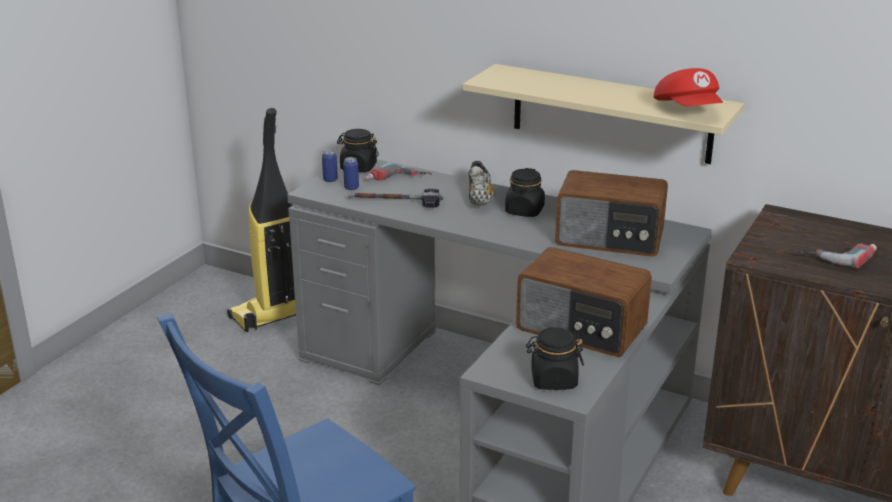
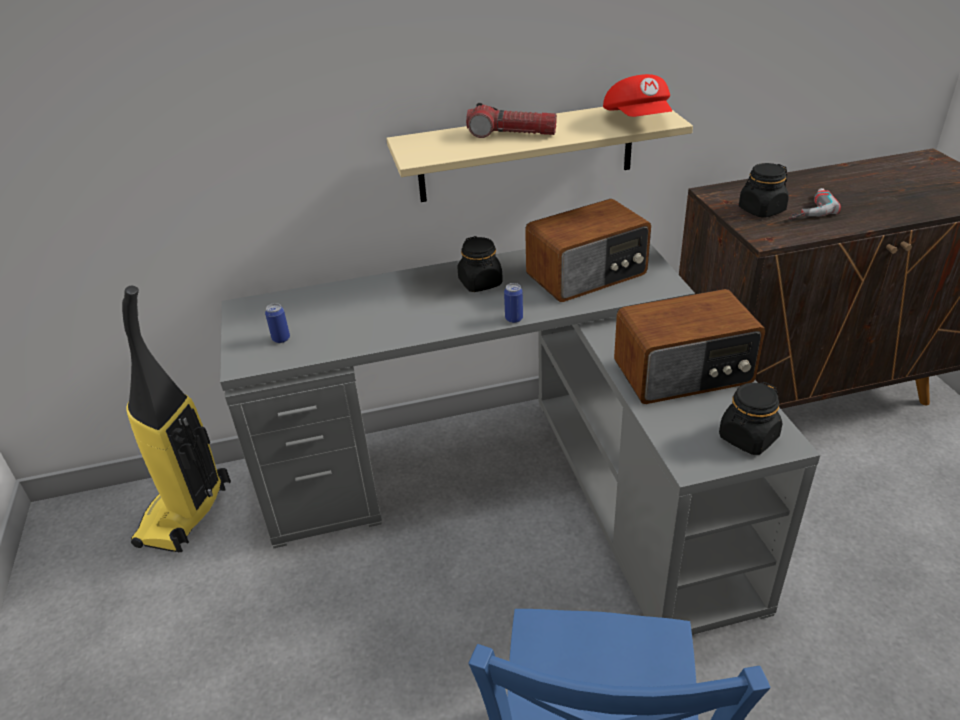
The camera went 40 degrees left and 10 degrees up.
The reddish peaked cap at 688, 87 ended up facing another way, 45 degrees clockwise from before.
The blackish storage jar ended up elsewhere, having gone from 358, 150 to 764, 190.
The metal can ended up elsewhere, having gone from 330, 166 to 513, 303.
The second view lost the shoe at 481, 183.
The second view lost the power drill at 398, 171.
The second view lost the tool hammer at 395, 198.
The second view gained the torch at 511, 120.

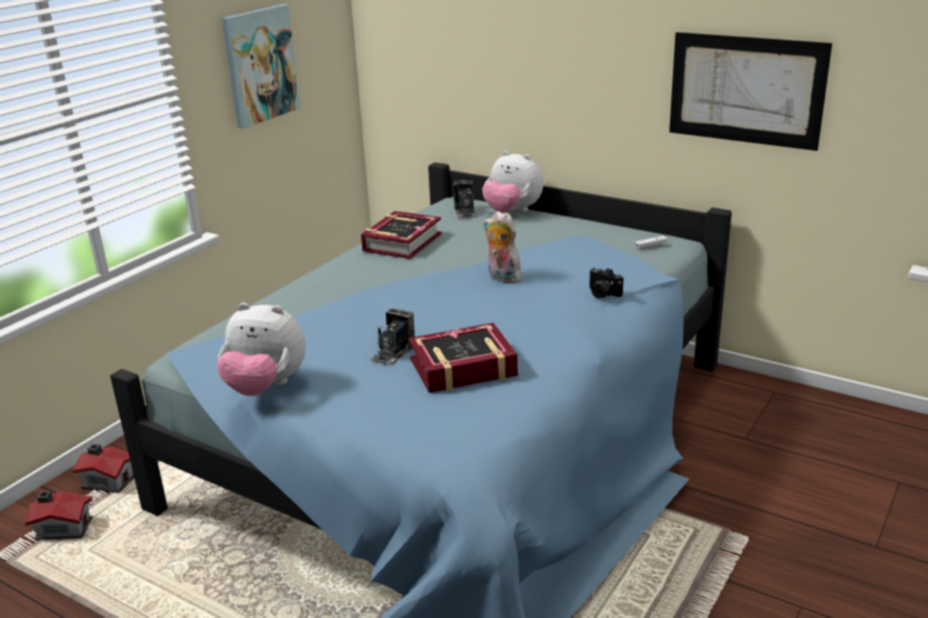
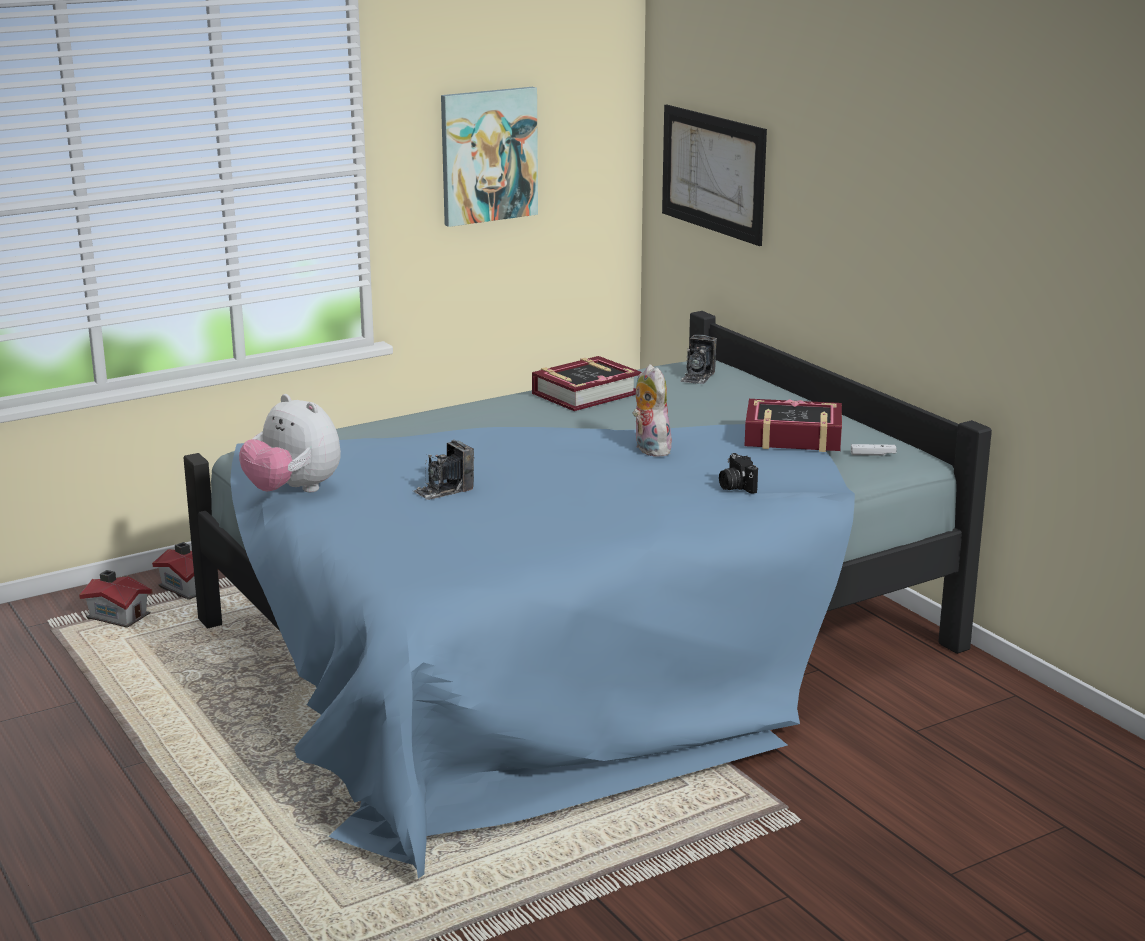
The camera went 25 degrees right and 5 degrees down.
The wall picture ended up elsewhere, having gone from 750, 91 to 714, 175.
The second view lost the cuddly toy at 512, 182.
The volume ended up elsewhere, having gone from 463, 358 to 793, 425.

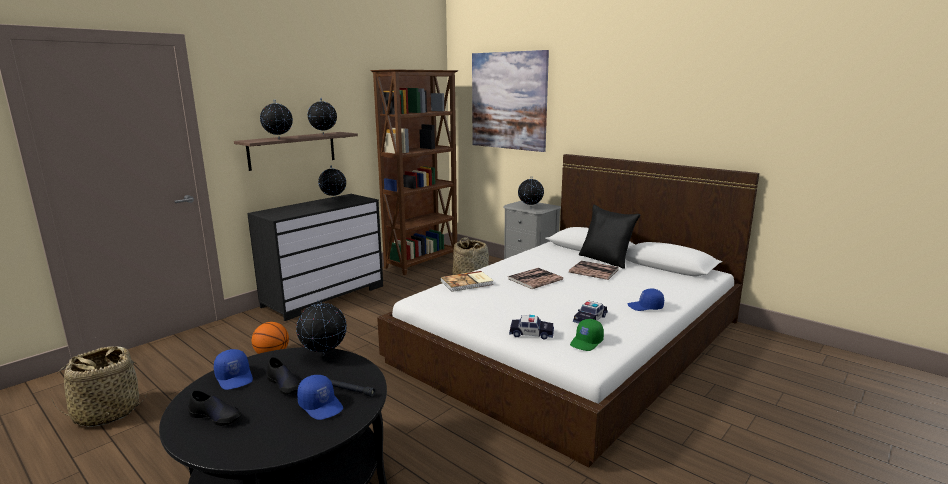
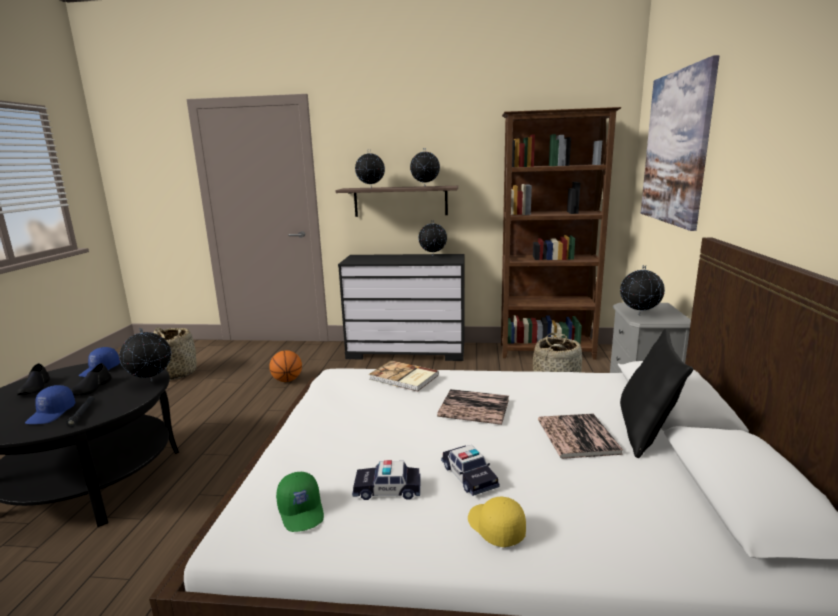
The camera went 55 degrees right and 0 degrees up.
What was the bluish peaked cap at 646, 299 turned into the yellow peaked cap at 497, 521.
The model car ended up elsewhere, having gone from 531, 327 to 470, 470.
The green-coloured peaked cap at 587, 335 ended up facing another way, 120 degrees counterclockwise from before.

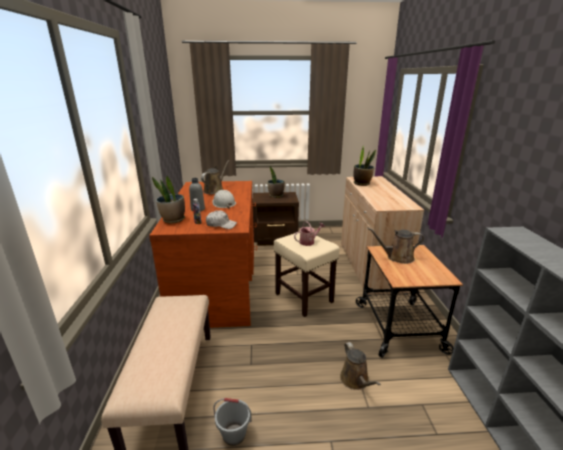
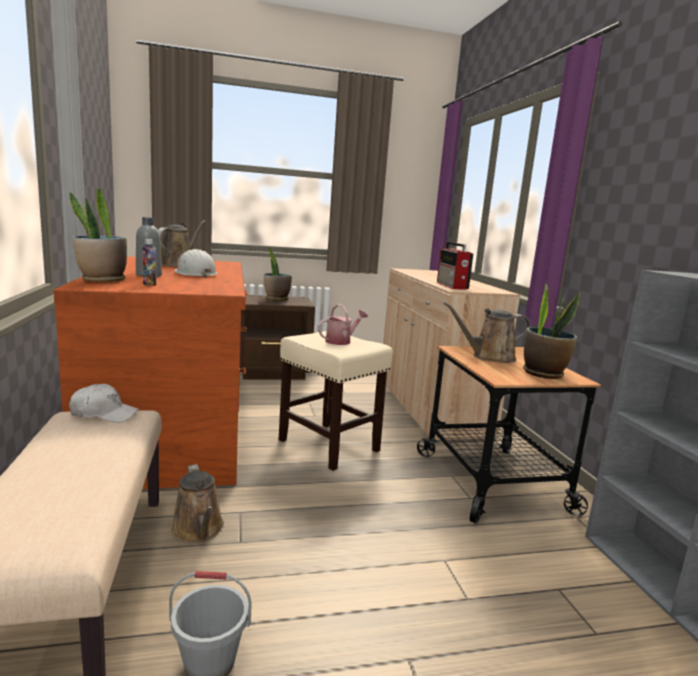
The camera went 10 degrees left and 10 degrees down.
The potted plant ended up elsewhere, having gone from 364, 166 to 551, 331.
The white-coloured peaked cap ended up elsewhere, having gone from 221, 219 to 104, 403.
The brown-coloured watering can ended up elsewhere, having gone from 360, 366 to 197, 503.
The second view gained the radio at 455, 266.

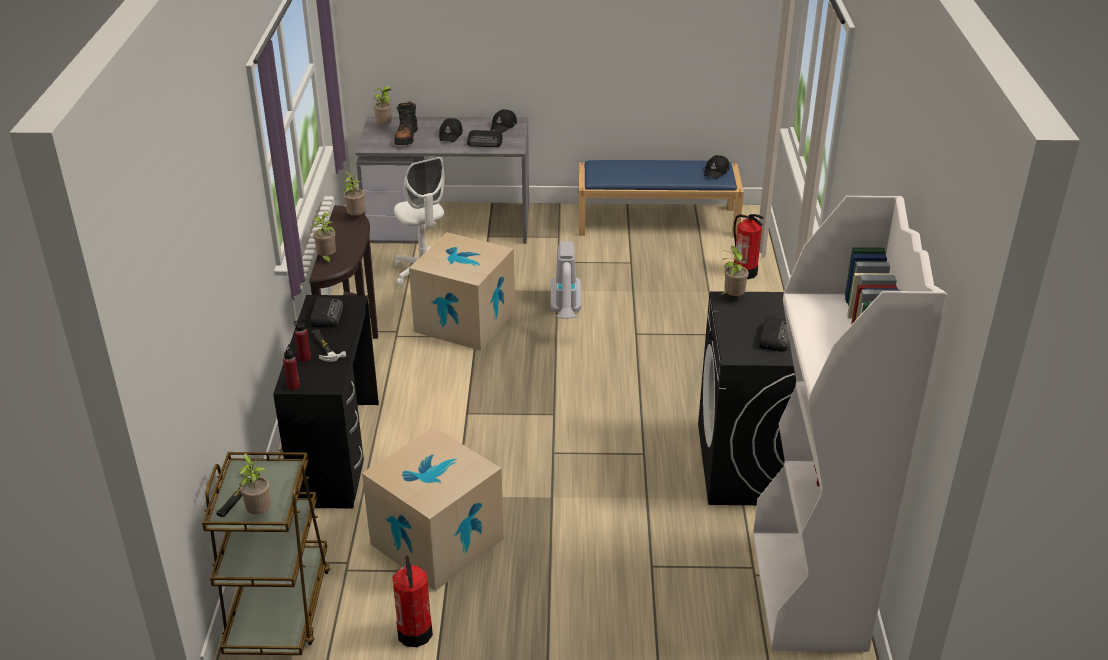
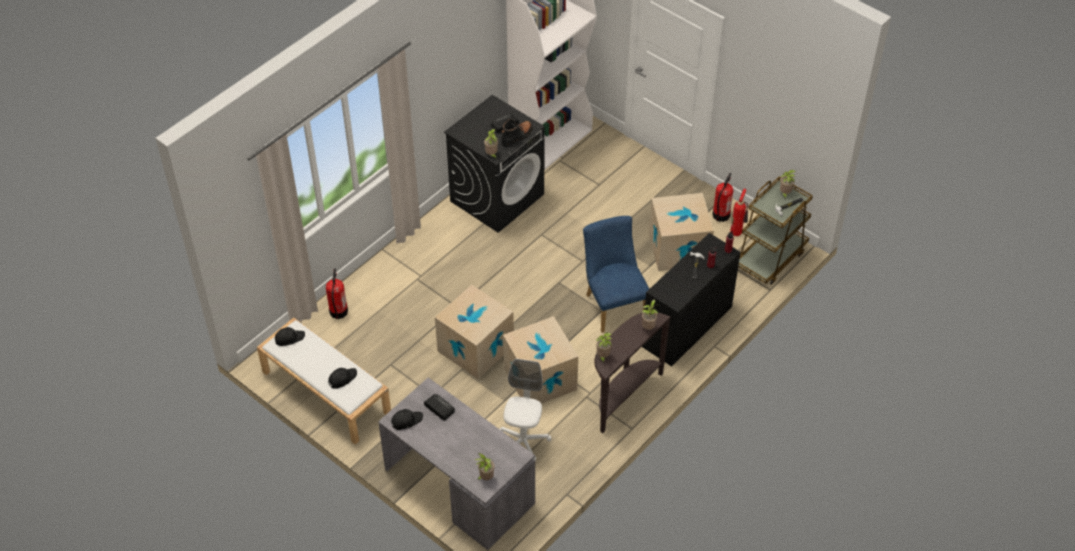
The camera went 140 degrees left and 15 degrees up.
The blackish high-top boot ended up elsewhere, having gone from 406, 123 to 517, 133.
The blackish peaked cap ended up elsewhere, having gone from 451, 130 to 342, 378.
What was the bluish bench at 661, 198 turned into the white-coloured bench at 324, 381.
Where the hoover stood at 566, 279, the carton came to stand at 474, 332.
The second view lost the radio at 327, 312.
The second view gained the fire extinguisher at 739, 212.
The second view gained the bluish plain chair at 616, 274.

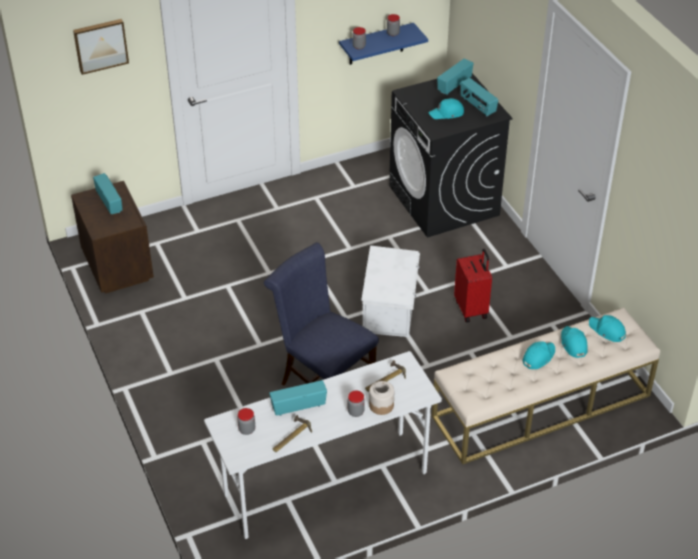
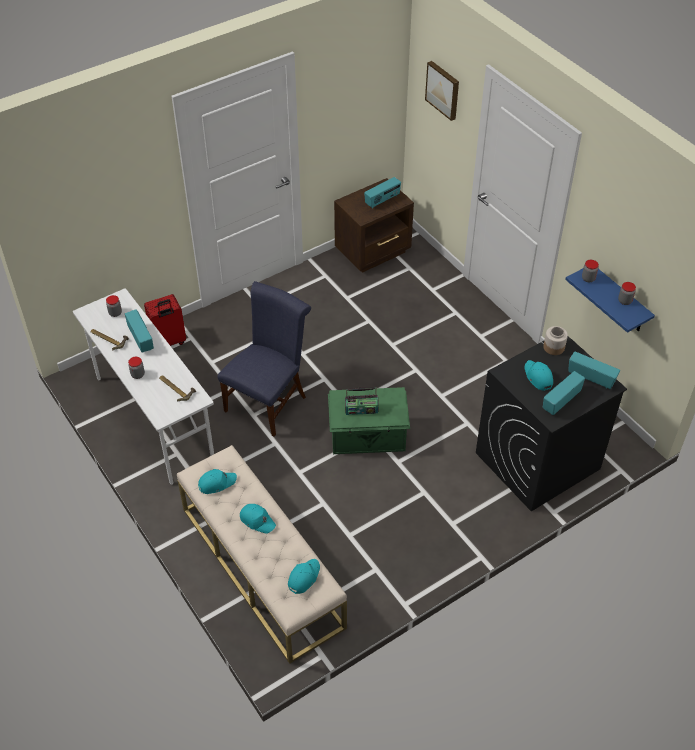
The camera went 80 degrees right and 5 degrees up.
What was the white-coloured storage bin at 390, 291 turned into the green-coloured storage bin at 369, 420.
The reddish suitcase ended up elsewhere, having gone from 473, 285 to 165, 320.
The blue-green peaked cap ended up elsewhere, having gone from 574, 342 to 217, 481.
The storage jar ended up elsewhere, having gone from 381, 398 to 555, 340.
The second view gained the radio at 362, 401.

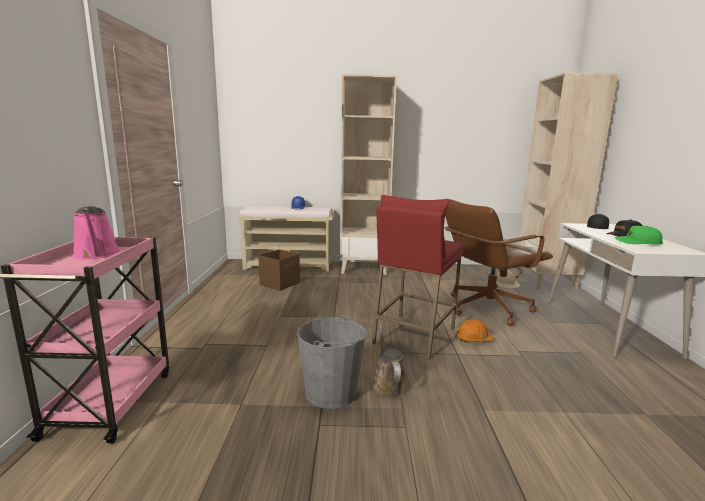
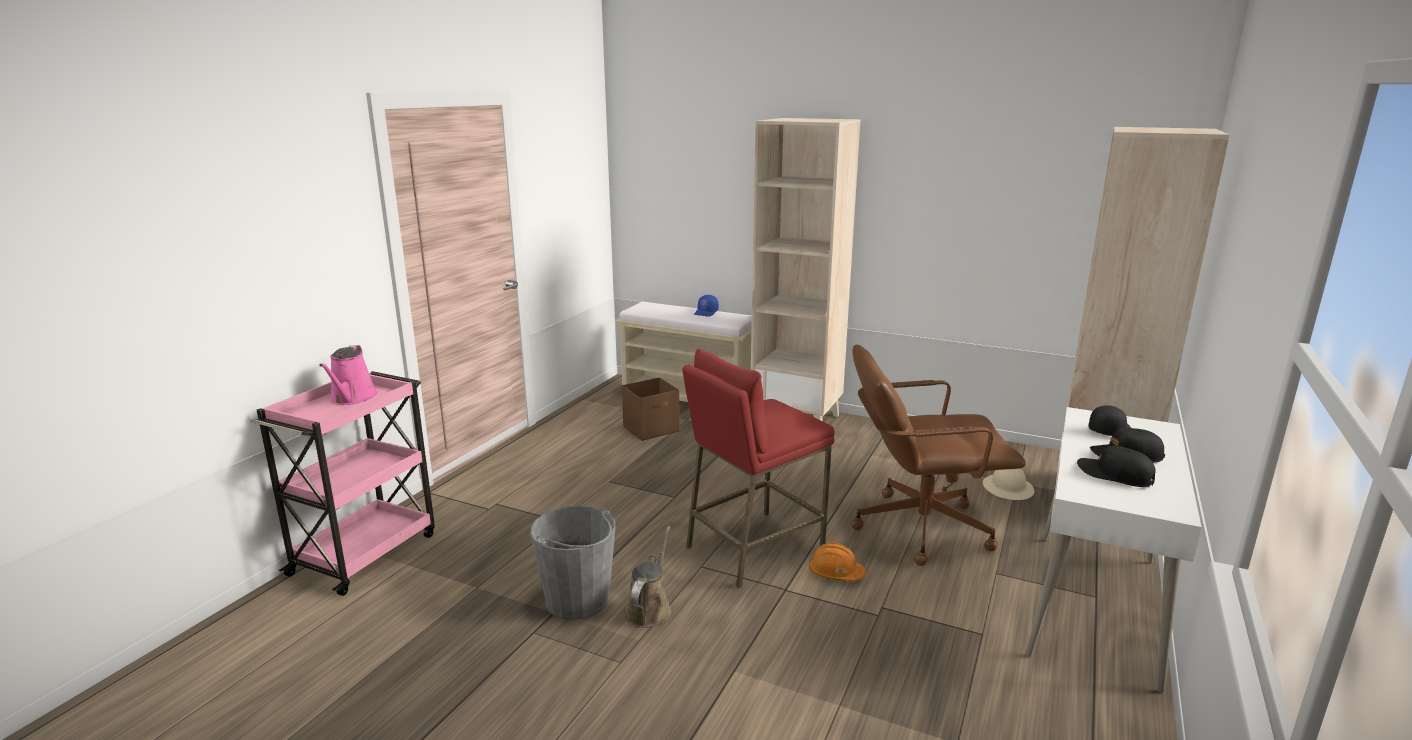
The camera went 25 degrees right and 5 degrees up.
What was the green-coloured peaked cap at 638, 235 turned into the blackish peaked cap at 1116, 466.

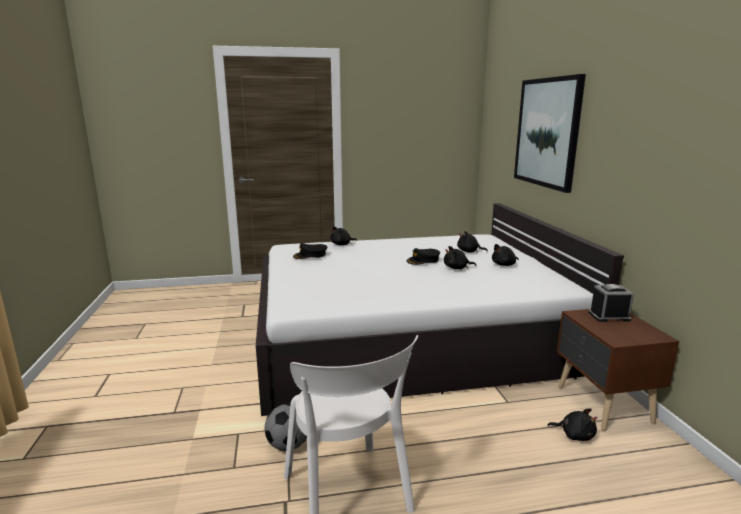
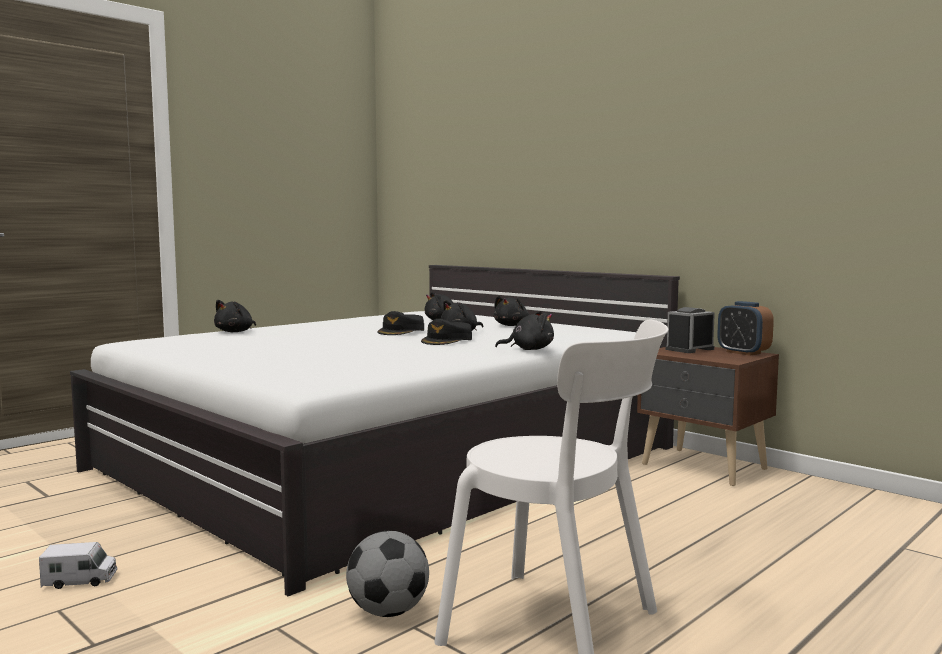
The camera went 35 degrees left and 10 degrees down.
The second view lost the wall picture at 550, 133.
The blackish peaked cap ended up elsewhere, having gone from 310, 251 to 446, 332.
The blackish cuddly toy ended up elsewhere, having gone from 572, 424 to 524, 330.
The second view gained the alarm clock at 745, 328.
The second view gained the toy lorry at 78, 565.

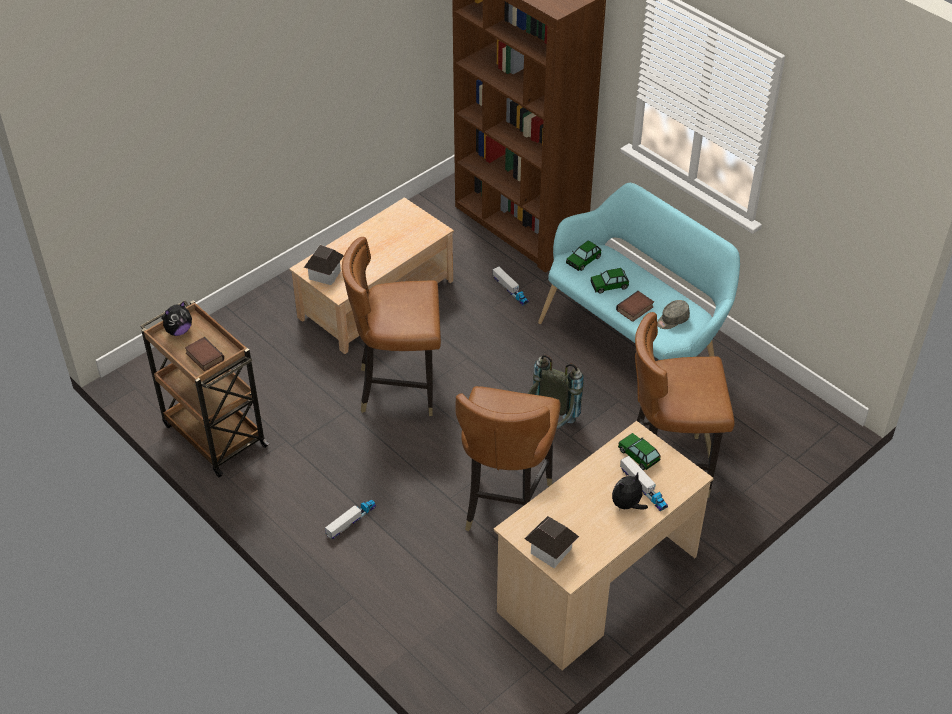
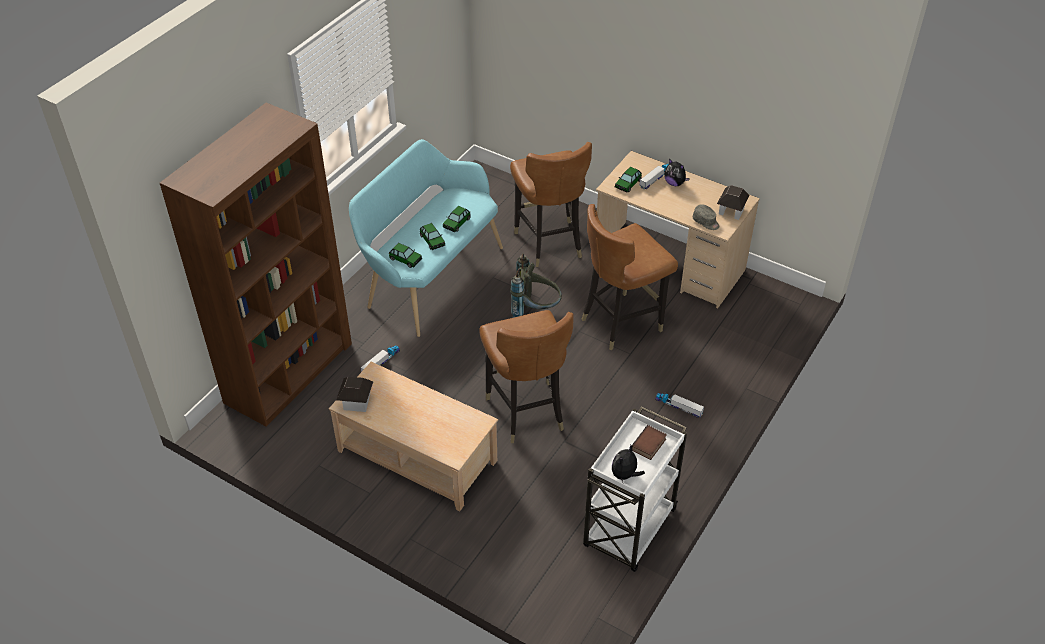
The camera went 105 degrees left and 0 degrees up.
The miniature house ended up elsewhere, having gone from 324, 265 to 354, 394.
Where the volume stood at 635, 306, the model car came to stand at 457, 219.
What was the brown-coloured trolley at 204, 388 turned into the white-coloured trolley at 635, 489.
The gray peaked cap ended up elsewhere, having gone from 673, 314 to 706, 217.
The cuddly toy at 176, 318 ended up facing another way, 90 degrees counterclockwise from before.
The brown-coloured plain chair at 508, 458 ended up facing another way, 150 degrees clockwise from before.

